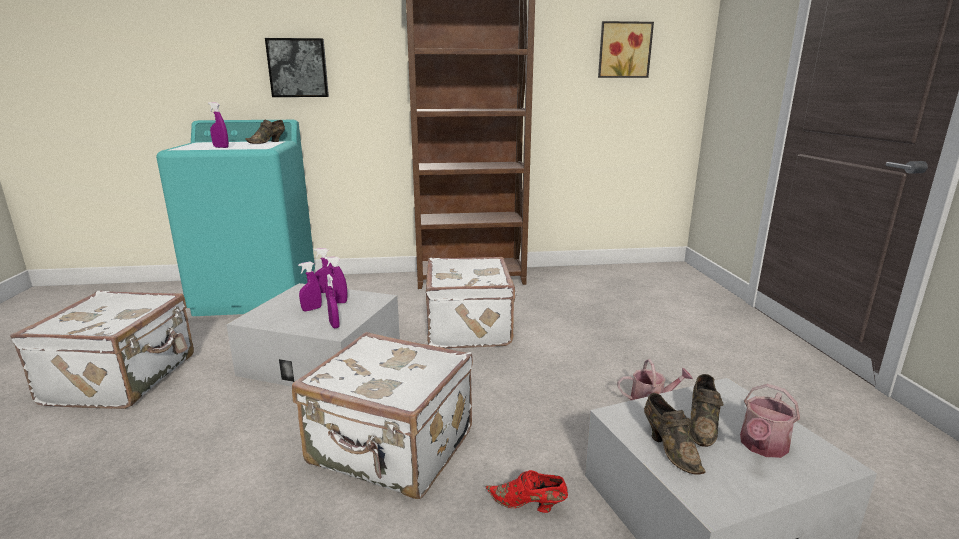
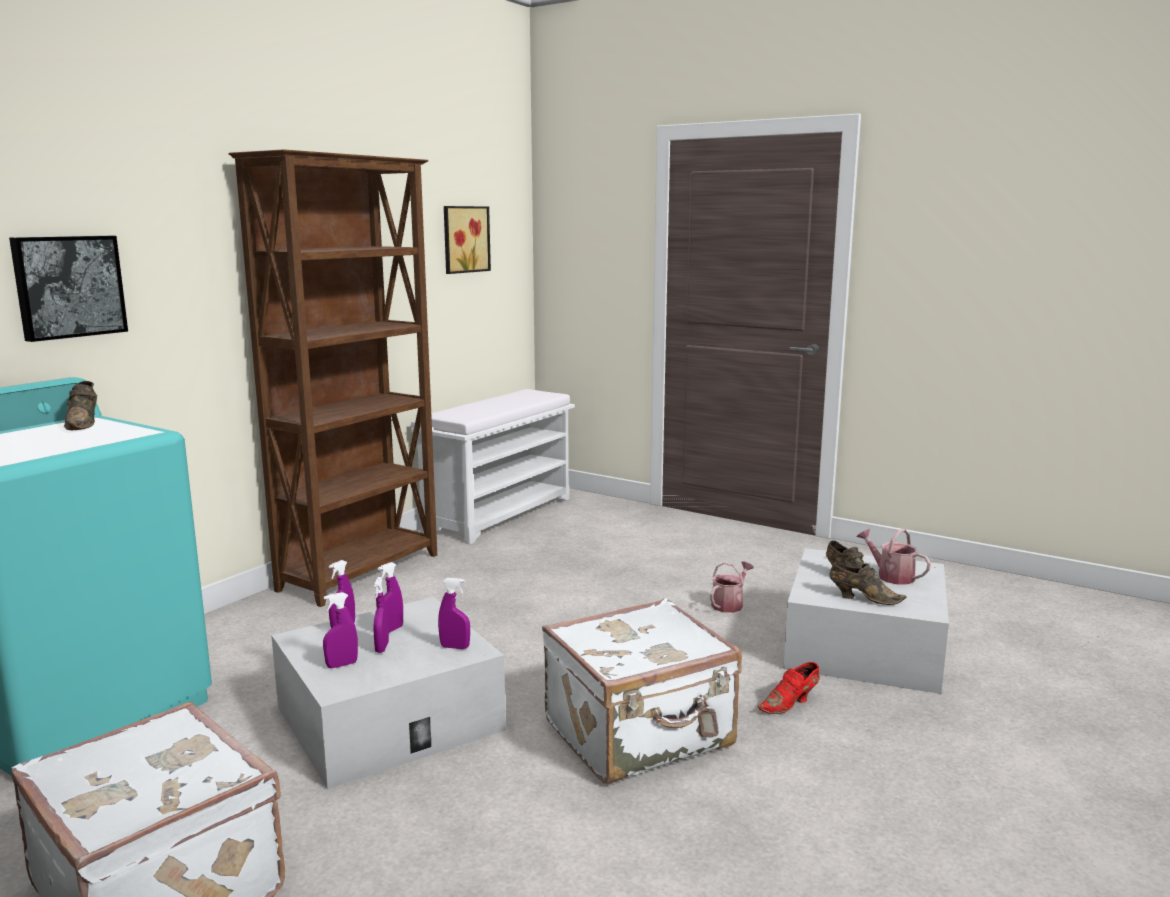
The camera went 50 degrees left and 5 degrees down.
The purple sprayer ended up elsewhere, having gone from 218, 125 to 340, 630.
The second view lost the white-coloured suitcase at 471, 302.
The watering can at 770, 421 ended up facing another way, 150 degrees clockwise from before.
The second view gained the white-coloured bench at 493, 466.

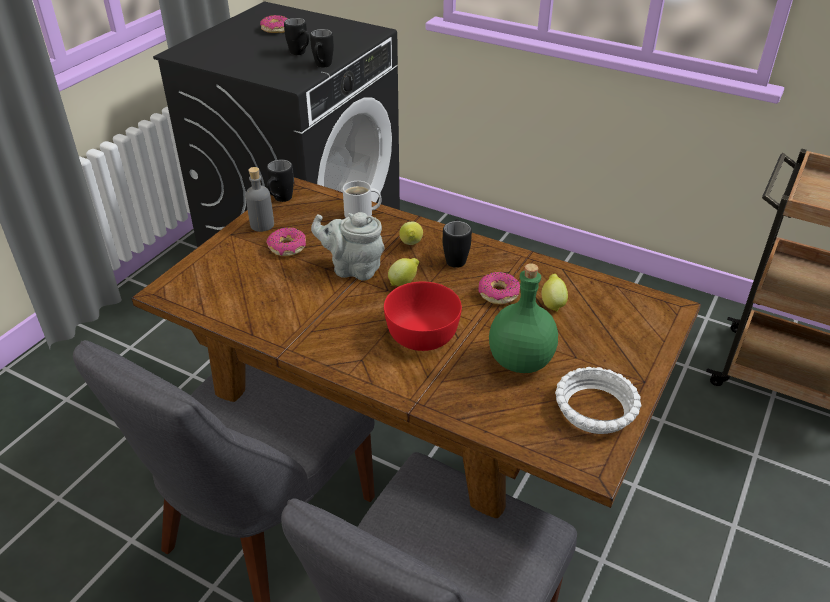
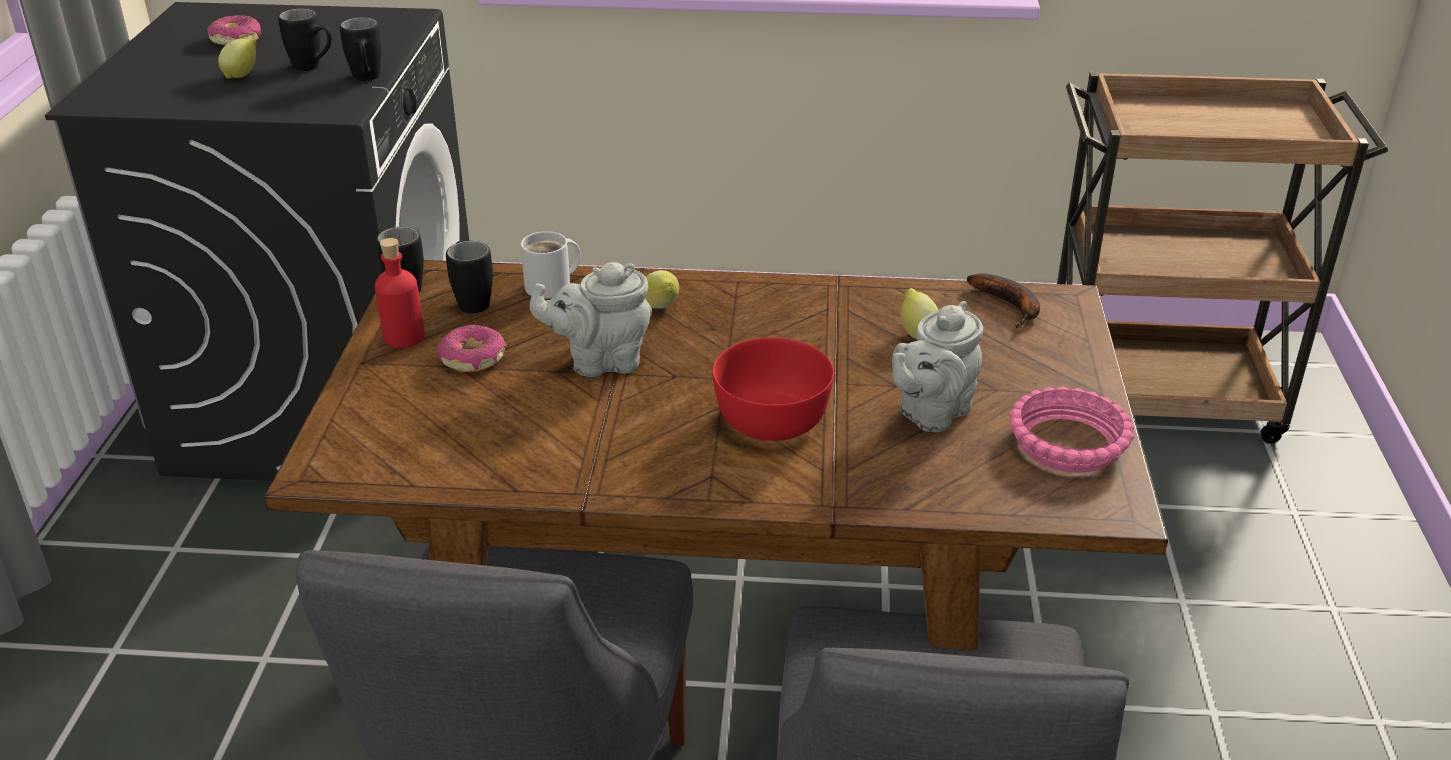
The camera went 25 degrees left and 5 degrees down.
What was the gray beverage bottle at 259, 199 turned into the reddish beverage bottle at 400, 293.
The blackish mug ended up elsewhere, having gone from 457, 243 to 469, 277.
The lemon ended up elsewhere, having gone from 403, 272 to 237, 58.
Where the green-coloured beverage bottle stood at 523, 318, the gray pot for tea came to stand at 937, 366.
The second view lost the ring doughnut at 499, 288.
What was the white-coloured serving bowl at 598, 400 turned into the pinkish serving bowl at 1071, 429.
The second view gained the banana at 1003, 300.

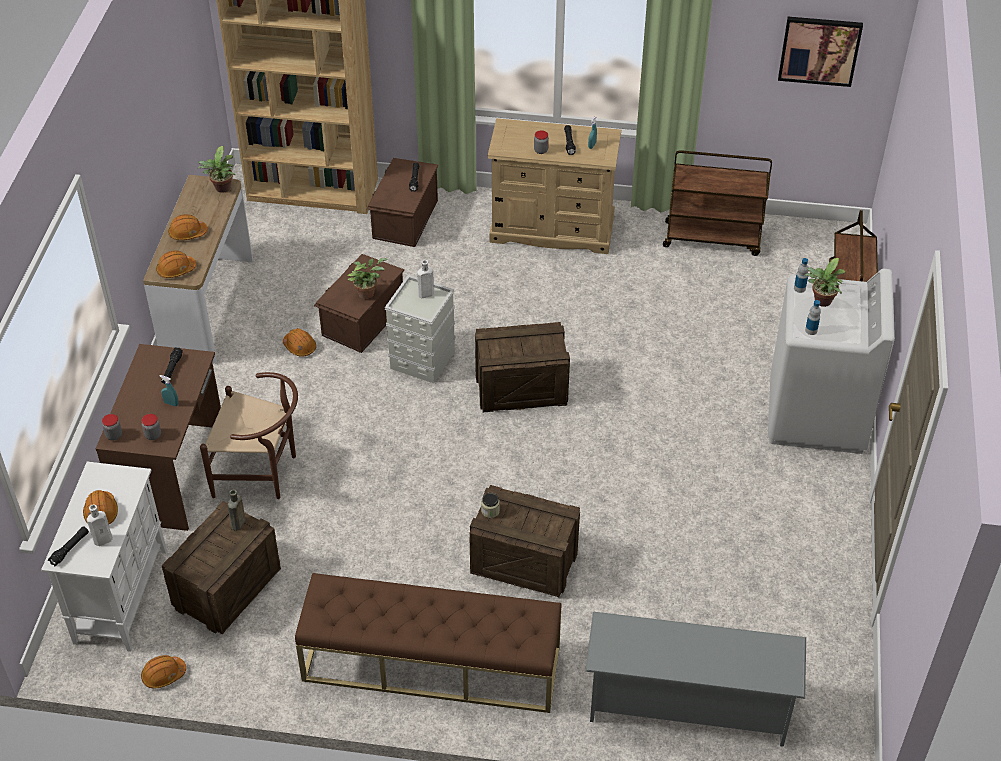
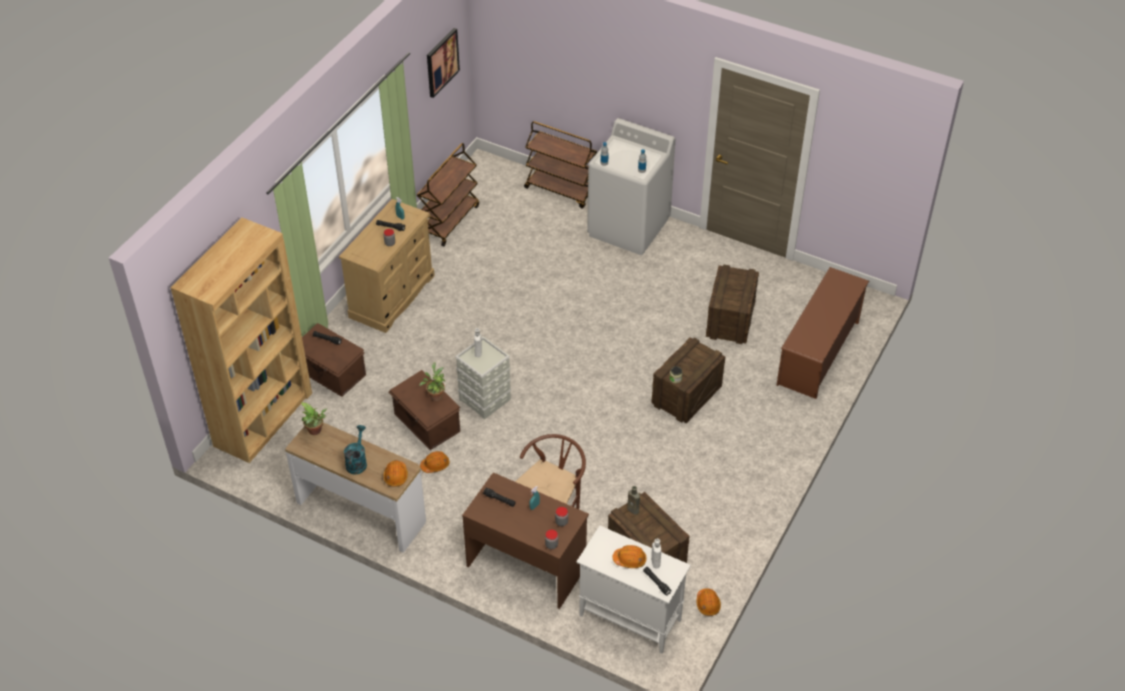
The camera went 70 degrees left and 0 degrees up.
Where the orange safety helmet stood at 188, 227, the blue-green watering can came to stand at 355, 450.
The second view lost the potted plant at 825, 282.
The shipping crate ended up elsewhere, having gone from 522, 367 to 732, 304.
The second view lost the brown-coloured bench at 428, 643.
What was the gray shoe stand at 695, 679 turned into the brown-coloured shoe stand at 823, 333.

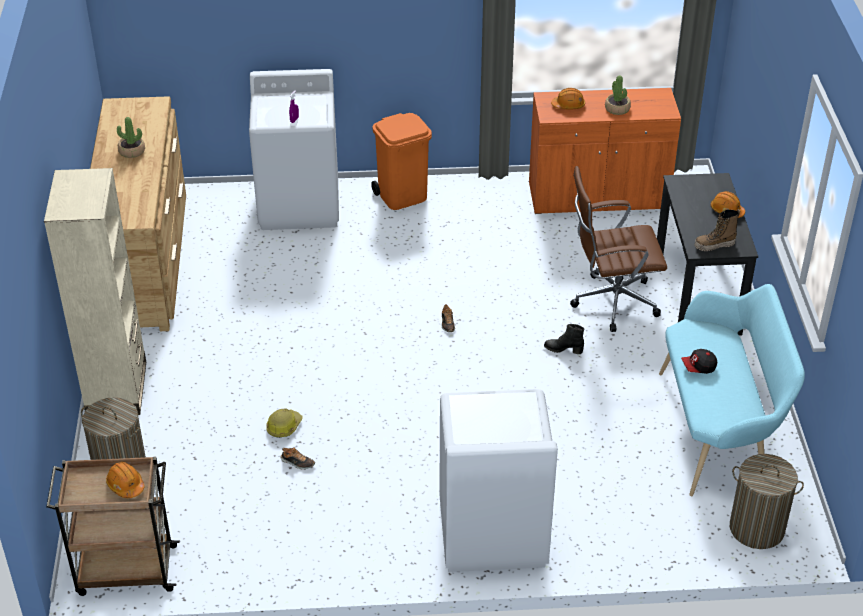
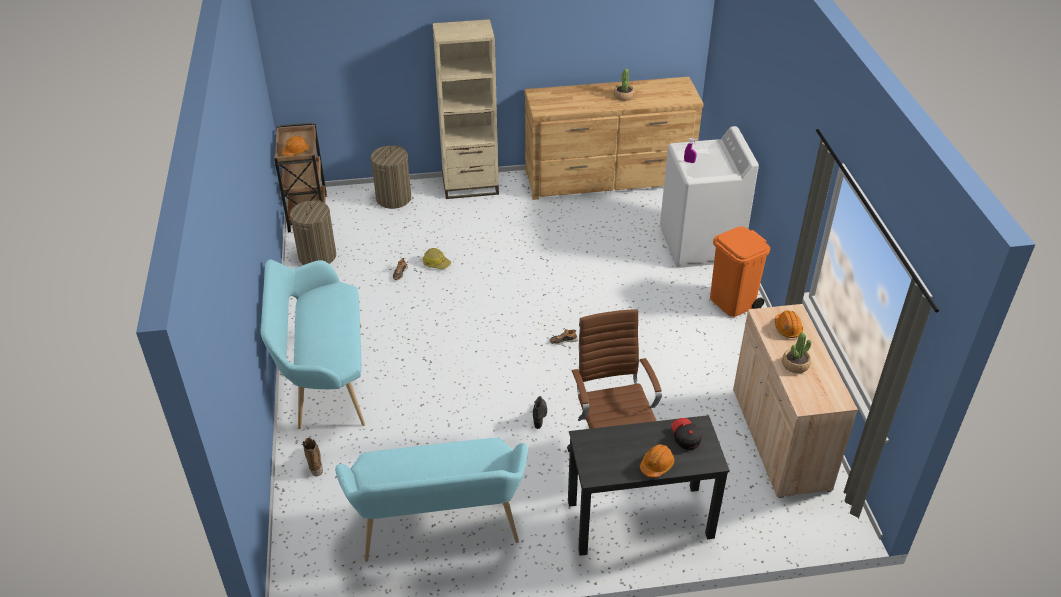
The camera went 85 degrees right and 0 degrees up.
What was the orange cabinet at 605, 151 turned into the beige cabinet at 795, 401.
The high-top boot ended up elsewhere, having gone from 717, 230 to 312, 457.
The peaked cap ended up elsewhere, having gone from 699, 361 to 686, 434.
Where the white-coloured laundry machine stood at 498, 480, the blue-green bench came to stand at 313, 344.
The laundry basket ended up elsewhere, having gone from 767, 501 to 313, 232.

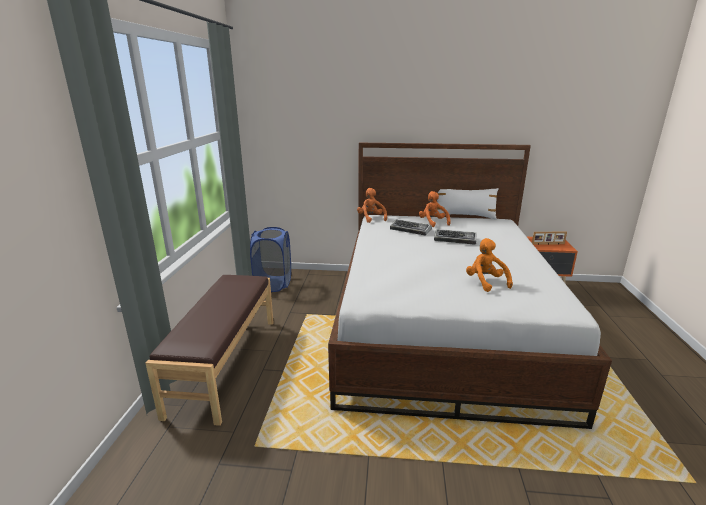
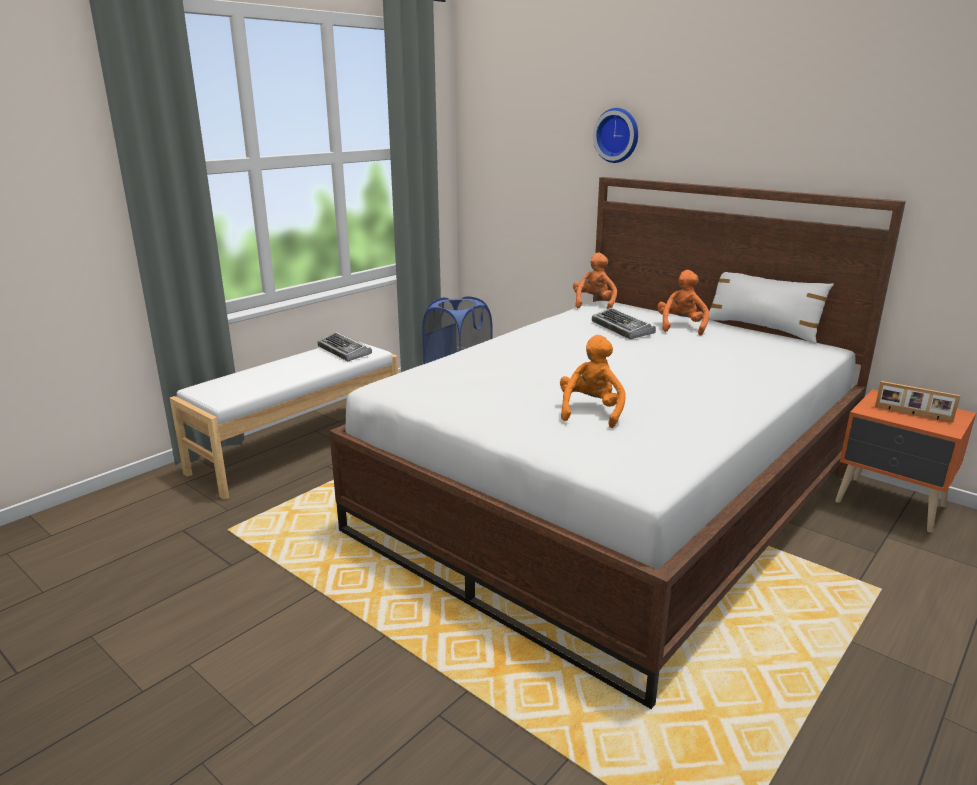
The camera went 35 degrees right and 0 degrees up.
The keyboard ended up elsewhere, having gone from 455, 237 to 344, 346.
What was the brown-coloured bench at 209, 350 turned into the white-coloured bench at 284, 421.
The second view gained the hanging clock at 615, 135.

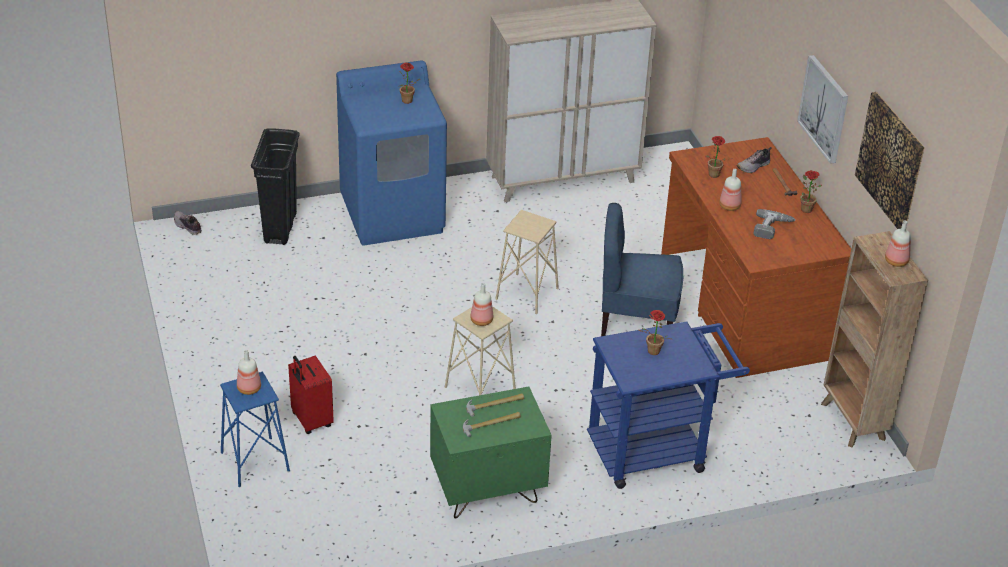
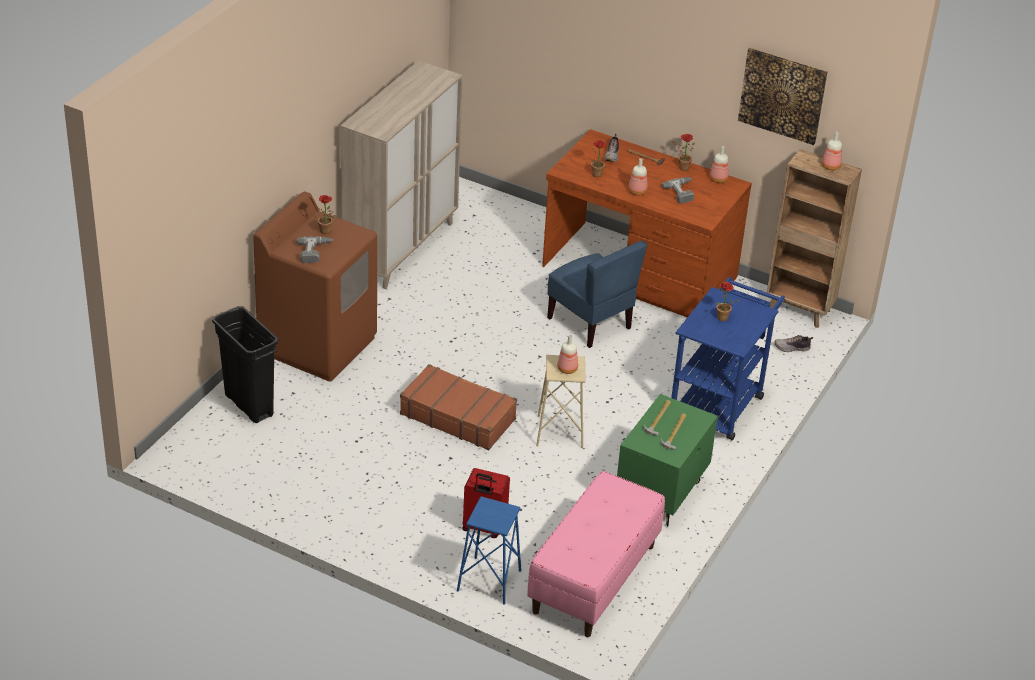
The camera went 45 degrees left and 0 degrees up.
The second view lost the wall picture at 822, 109.
What was the bluish laundry machine at 391, 153 turned into the brown-coloured laundry machine at 315, 286.
The bluish plain chair at 642, 269 ended up facing another way, 90 degrees counterclockwise from before.
The second view lost the beige sitting stool at 527, 262.
The shoe ended up elsewhere, having gone from 188, 223 to 794, 343.
The beverage bottle ended up elsewhere, having gone from 249, 372 to 719, 164.
The second view gained the power drill at 315, 249.
The second view gained the brown-coloured suitcase at 458, 407.
The second view gained the pinkish bench at 596, 554.

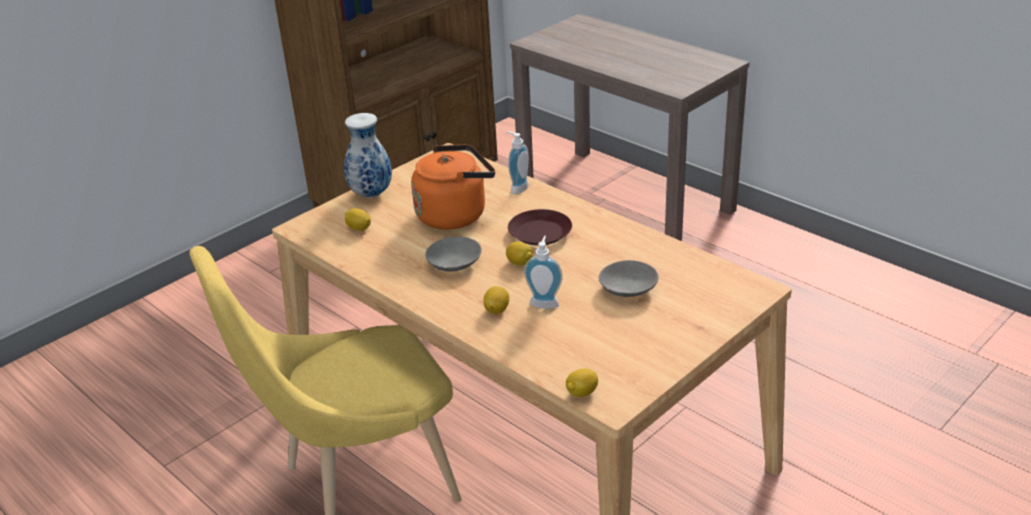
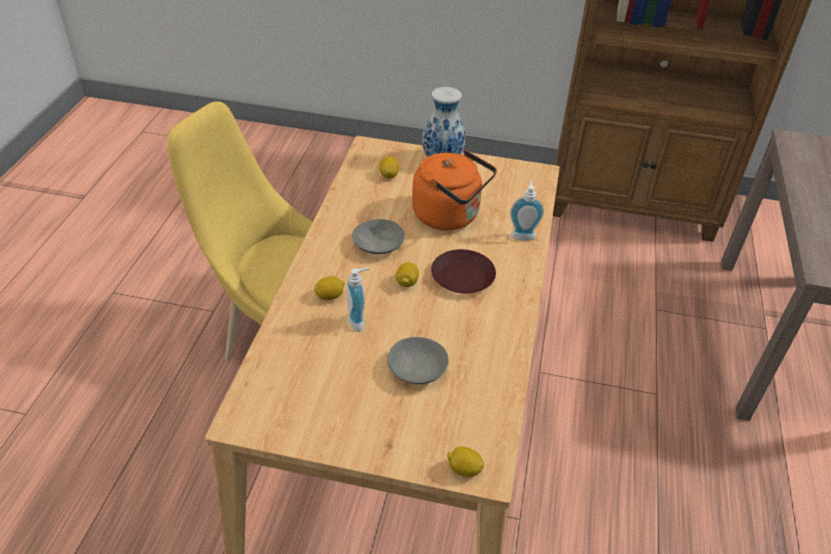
The camera went 55 degrees right and 10 degrees up.
The lemon ended up elsewhere, having gone from 582, 382 to 465, 462.

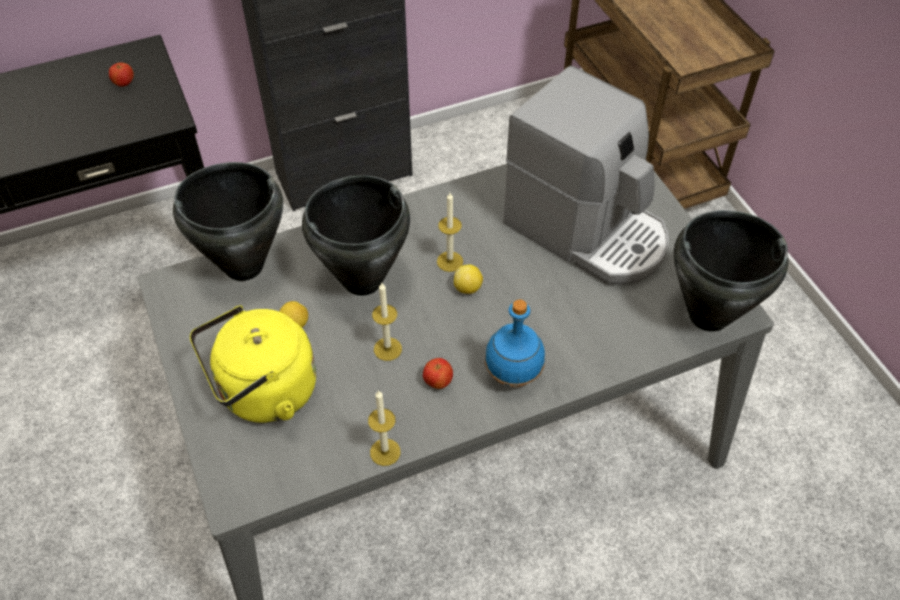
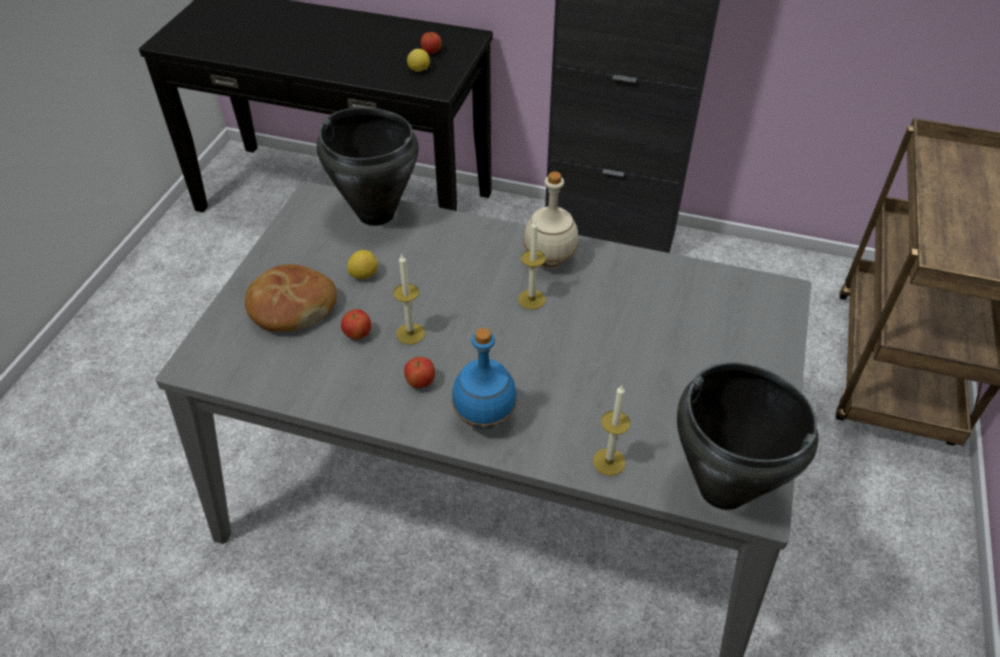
The camera went 40 degrees right and 5 degrees down.
The second view lost the coffee maker at 586, 175.
The second view lost the blackish stockpot at 356, 235.
The lemon ended up elsewhere, having gone from 468, 279 to 418, 60.
Where the yellow tea kettle stood at 253, 364, the baked bread came to stand at 291, 297.
The wax candle ended up elsewhere, having gone from 384, 428 to 611, 430.
The second view gained the beige beverage bottle at 551, 220.
The second view gained the apple at 356, 324.

